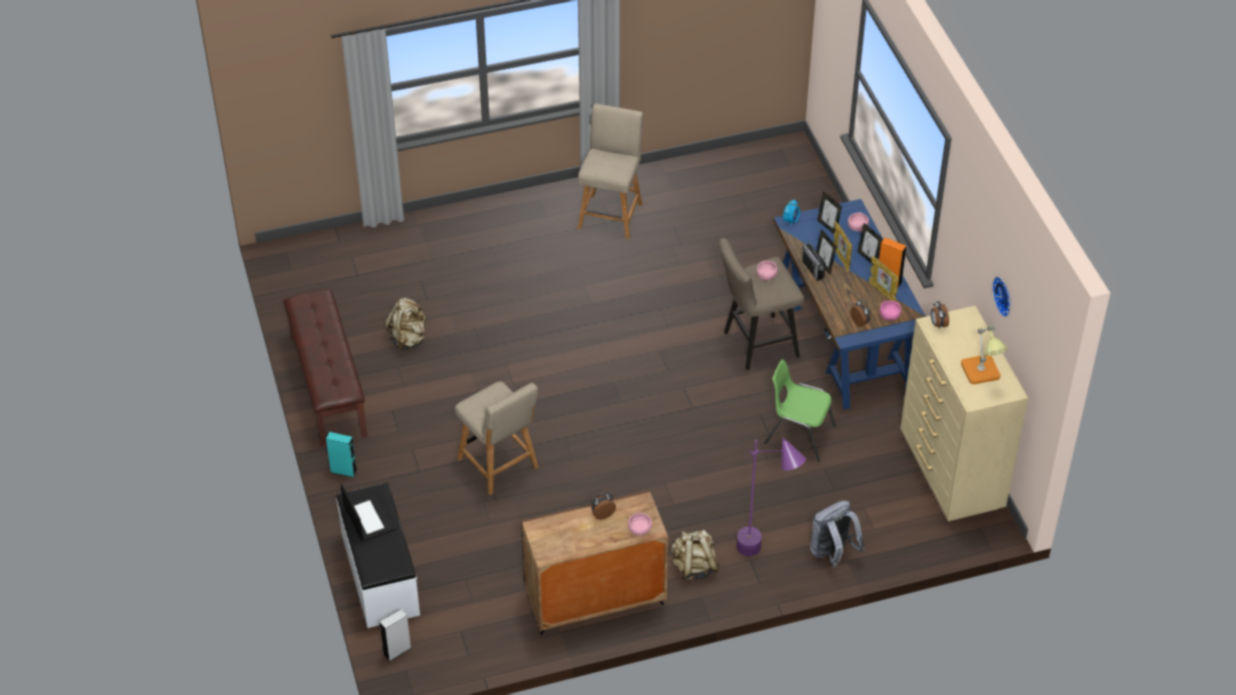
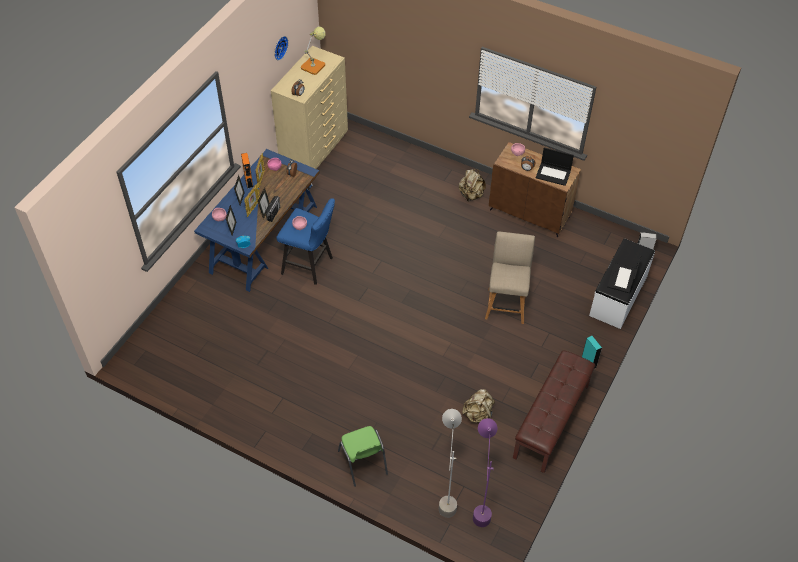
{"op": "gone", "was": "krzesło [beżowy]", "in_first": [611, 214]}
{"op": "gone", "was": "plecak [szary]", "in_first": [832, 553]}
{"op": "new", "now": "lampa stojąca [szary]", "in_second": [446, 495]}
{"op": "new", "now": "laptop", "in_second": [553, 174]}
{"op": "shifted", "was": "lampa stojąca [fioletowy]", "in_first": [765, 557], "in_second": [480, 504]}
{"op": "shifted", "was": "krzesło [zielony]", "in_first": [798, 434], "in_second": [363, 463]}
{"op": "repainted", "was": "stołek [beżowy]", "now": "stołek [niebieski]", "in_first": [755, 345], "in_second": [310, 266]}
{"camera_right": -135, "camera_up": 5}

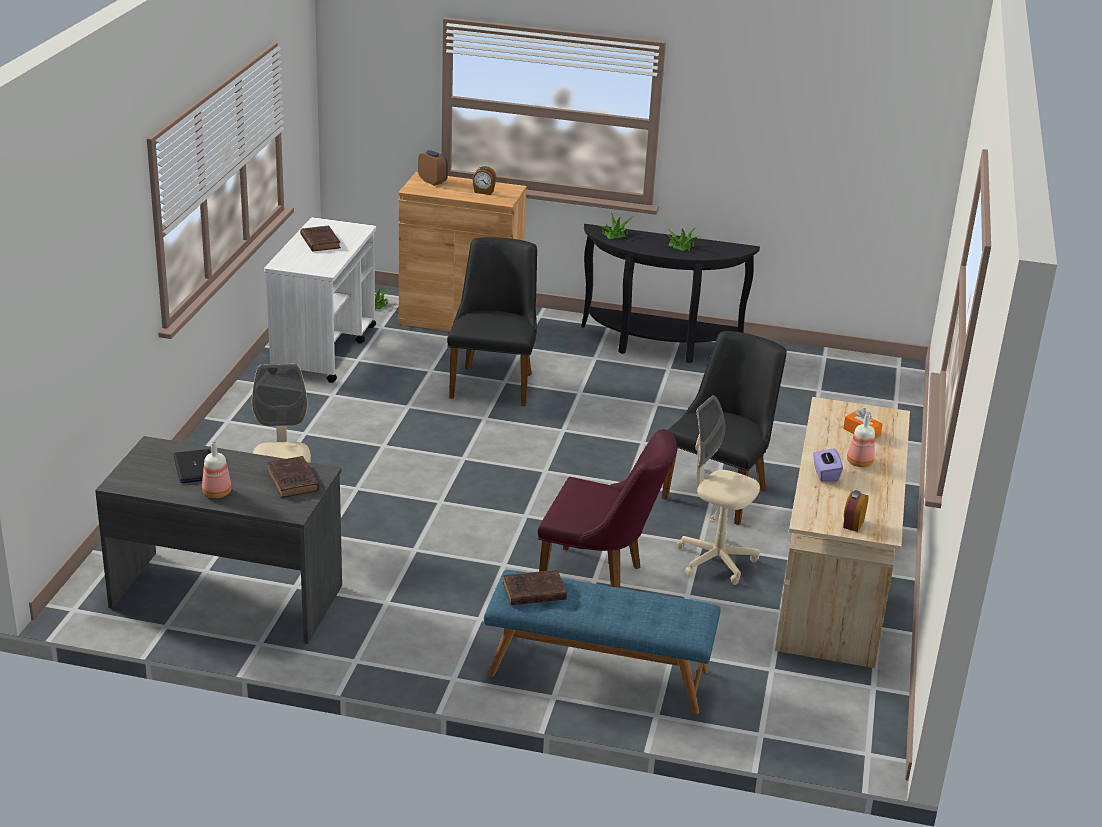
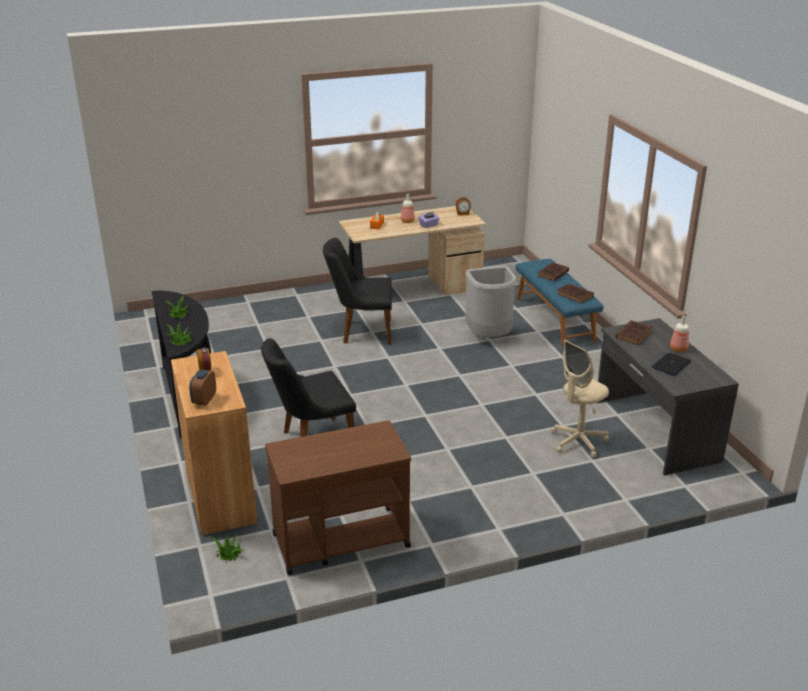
{"op": "gone", "was": "krzesło biurowe [beżowy]", "in_first": [715, 561]}
{"op": "shifted", "was": "książka [brązowy]", "in_first": [320, 241], "in_second": [552, 274]}
{"op": "swapped", "was": "krzesło [fioletowy]", "now": "kosz na śmieci [szary]", "in_first": [600, 582], "in_second": [489, 338]}
{"op": "repainted", "was": "wózek [biały]", "now": "wózek [brązowy]", "in_first": [324, 349], "in_second": [340, 540]}
{"camera_right": -120, "camera_up": 0}

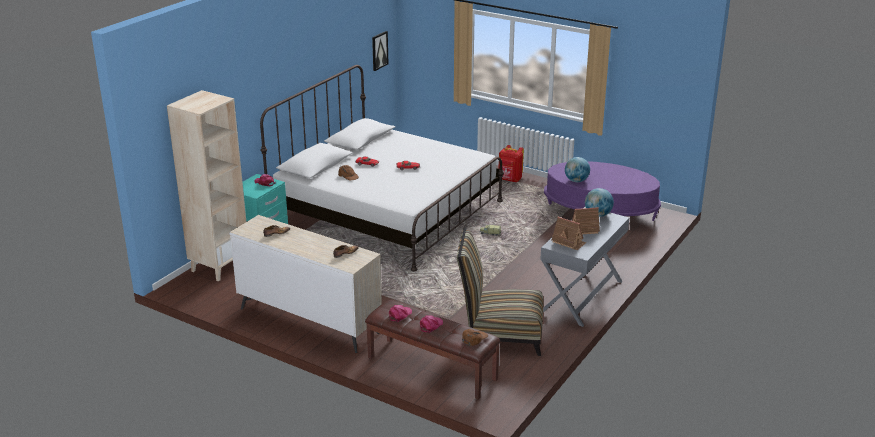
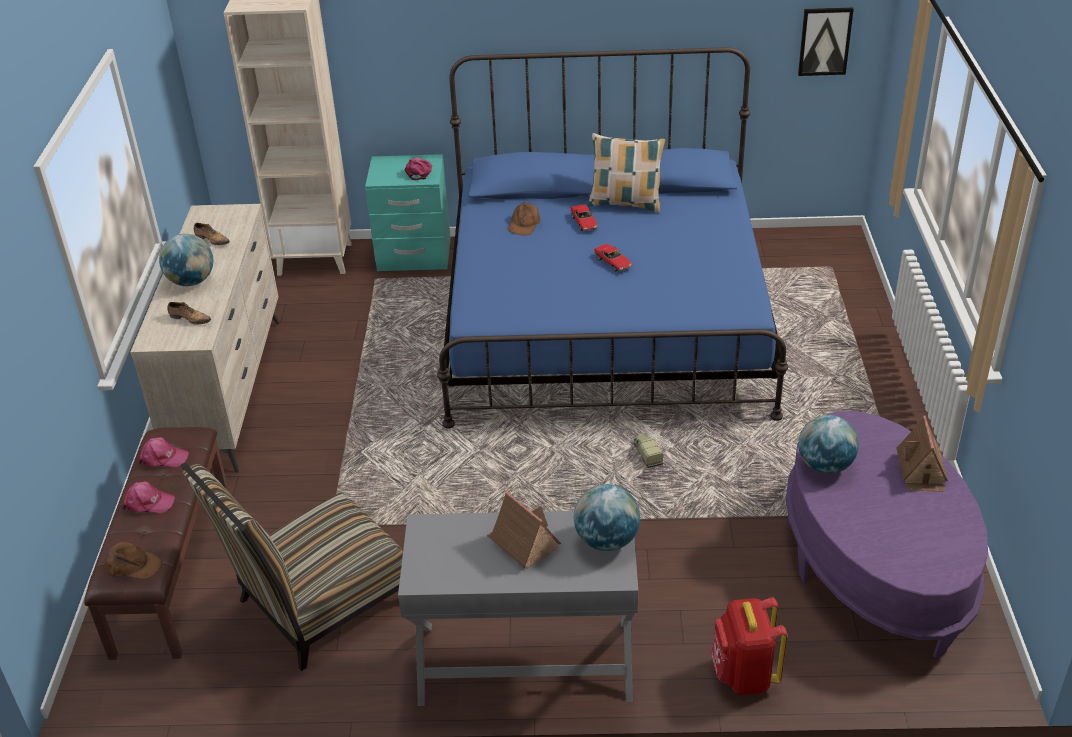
{"op": "new", "now": "globus", "in_second": [191, 281]}
{"op": "new", "now": "poduszka", "in_second": [625, 203]}
{"op": "shifted", "was": "plecak [czerwony]", "in_first": [509, 180], "in_second": [744, 675]}
{"op": "shifted", "was": "domek", "in_first": [568, 242], "in_second": [921, 471]}
{"op": "repainted", "was": "łóżko [biały]", "now": "łóżko [niebieski]", "in_first": [387, 212], "in_second": [605, 321]}
{"op": "rotated", "was": "krzesło", "in_first": [499, 335], "in_second": [317, 605], "clockwise": -105}
{"camera_right": 60, "camera_up": 10}

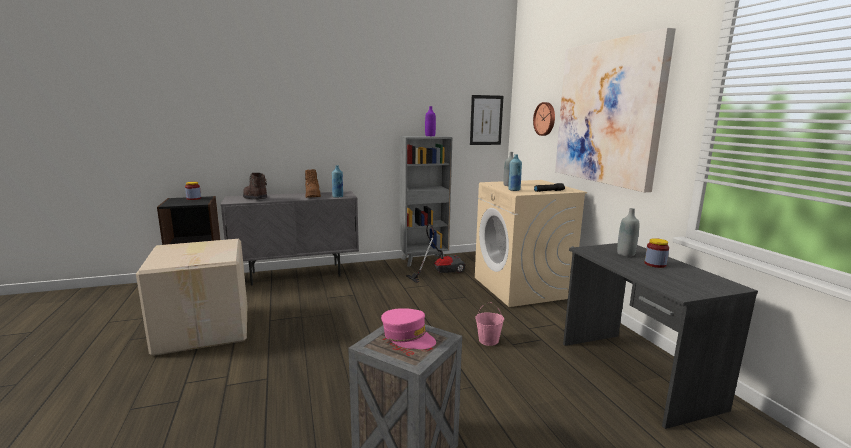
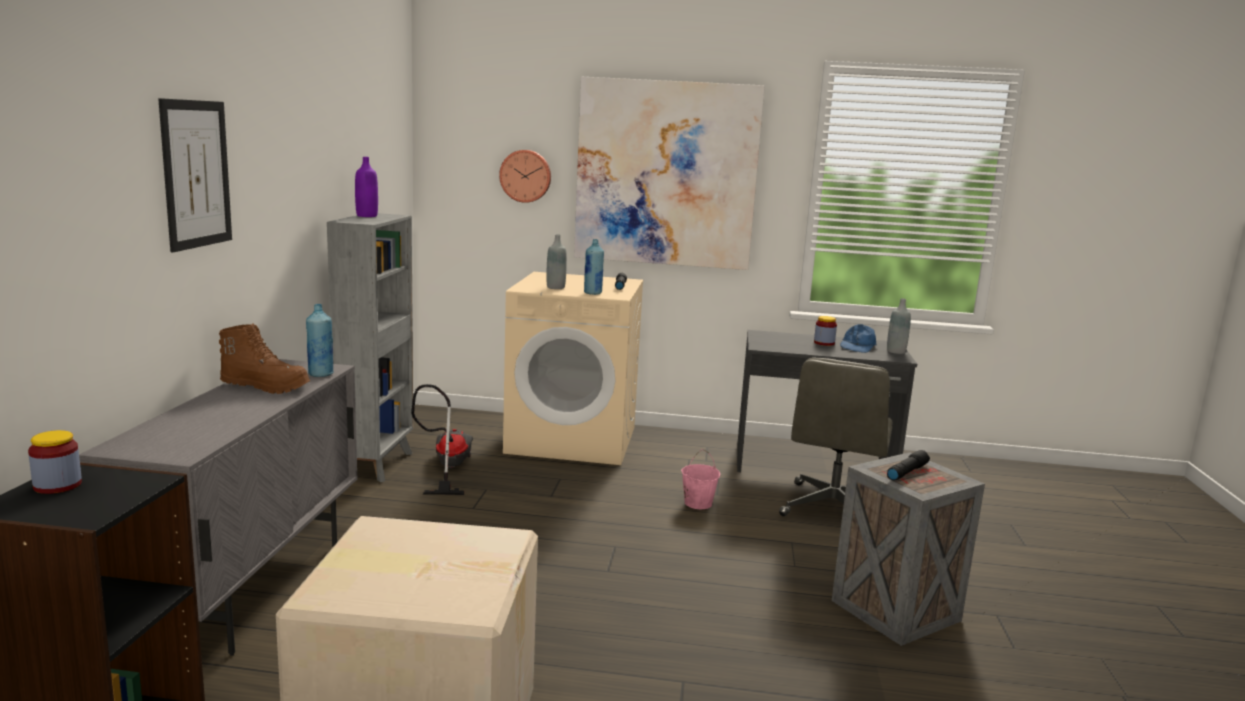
{"op": "gone", "was": "but z cholewką [brązowy]", "in_first": [255, 198]}
{"op": "new", "now": "krzesło biurowe [szary]", "in_second": [832, 508]}
{"op": "new", "now": "czapka z daszkiem [niebieski]", "in_second": [857, 346]}
{"op": "shifted", "was": "obraz", "in_first": [486, 120], "in_second": [196, 174]}
{"op": "shifted", "was": "butelka [szary]", "in_first": [625, 254], "in_second": [896, 351]}
{"op": "swapped", "was": "czapka z daszkiem [różowy]", "now": "latarka [czarny]", "in_first": [408, 337], "in_second": [906, 472]}
{"camera_right": -65, "camera_up": 0}

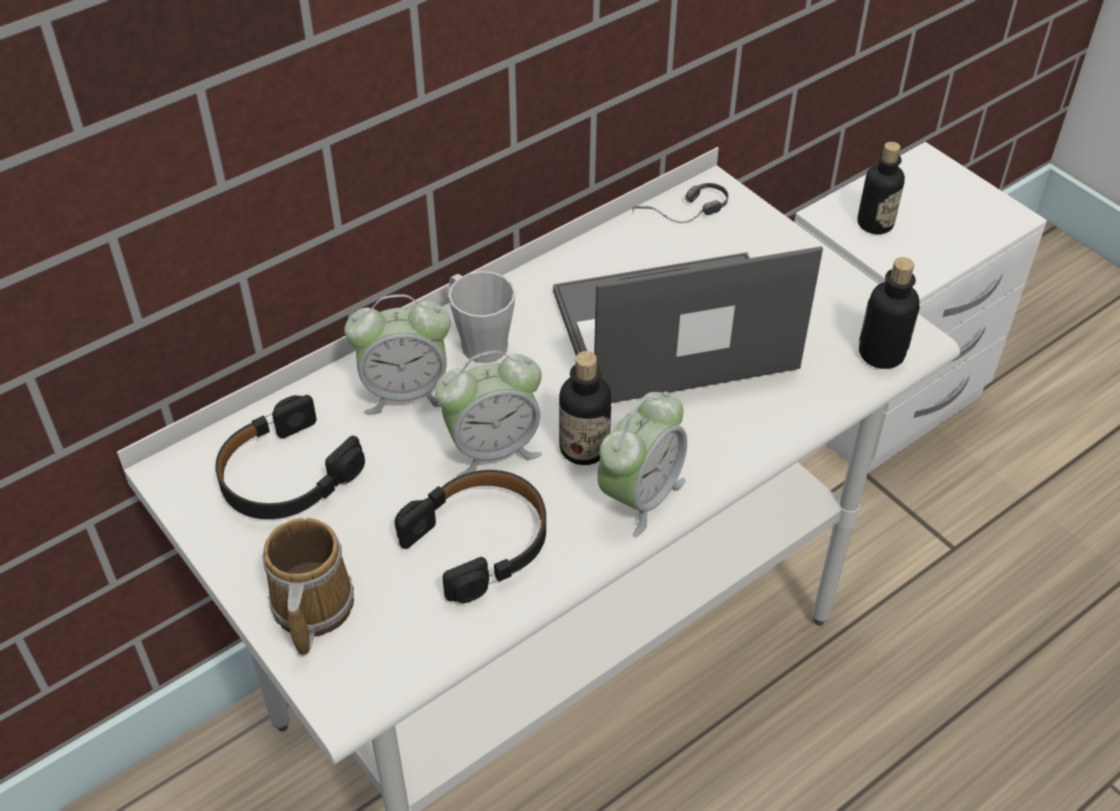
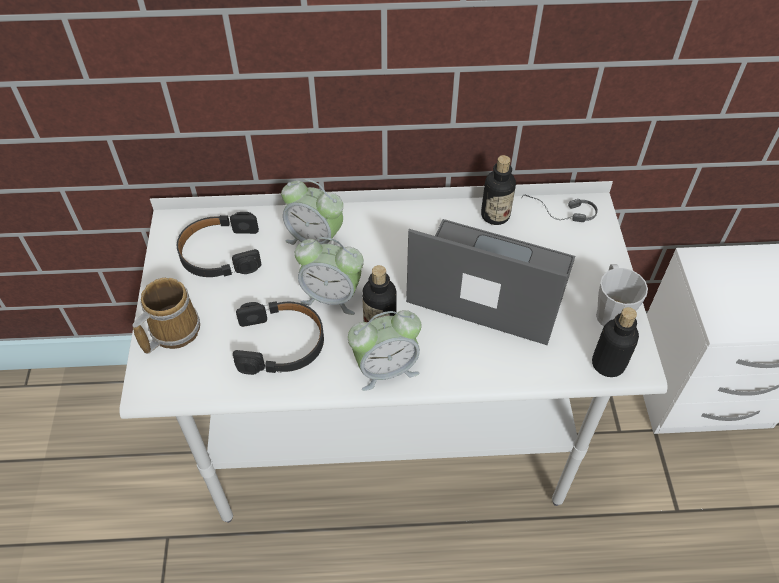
{"op": "shifted", "was": "kubek [szary]", "in_first": [478, 340], "in_second": [610, 311]}
{"op": "shifted", "was": "butelka", "in_first": [875, 223], "in_second": [495, 215]}
{"camera_right": 35, "camera_up": 5}

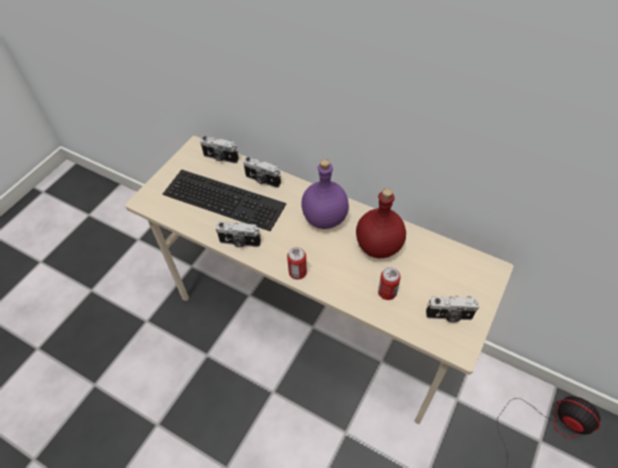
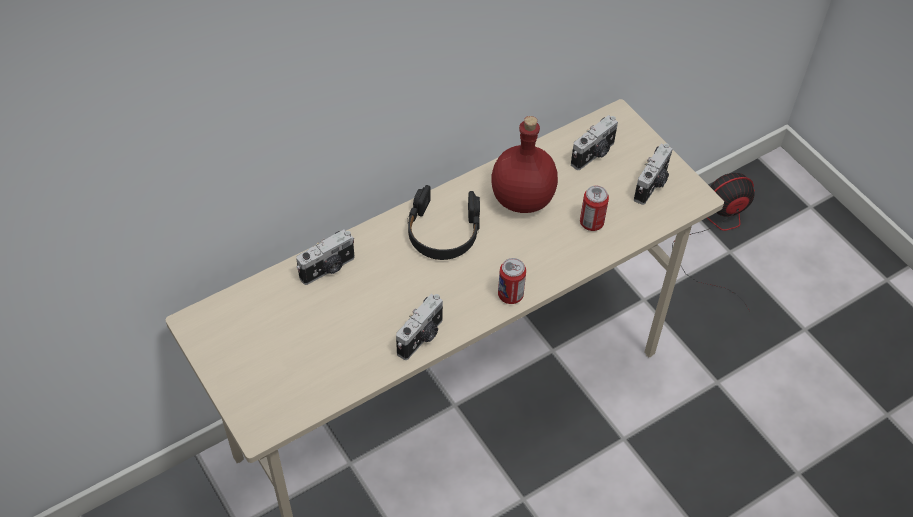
{"op": "gone", "was": "klawiatura", "in_first": [226, 198]}
{"op": "shifted", "was": "aparat fotograficzny", "in_first": [220, 158], "in_second": [594, 154]}
{"op": "swapped", "was": "butelka [fioletowy]", "now": "słuchawki [czarny]", "in_first": [324, 218], "in_second": [443, 231]}
{"camera_right": -65, "camera_up": 0}

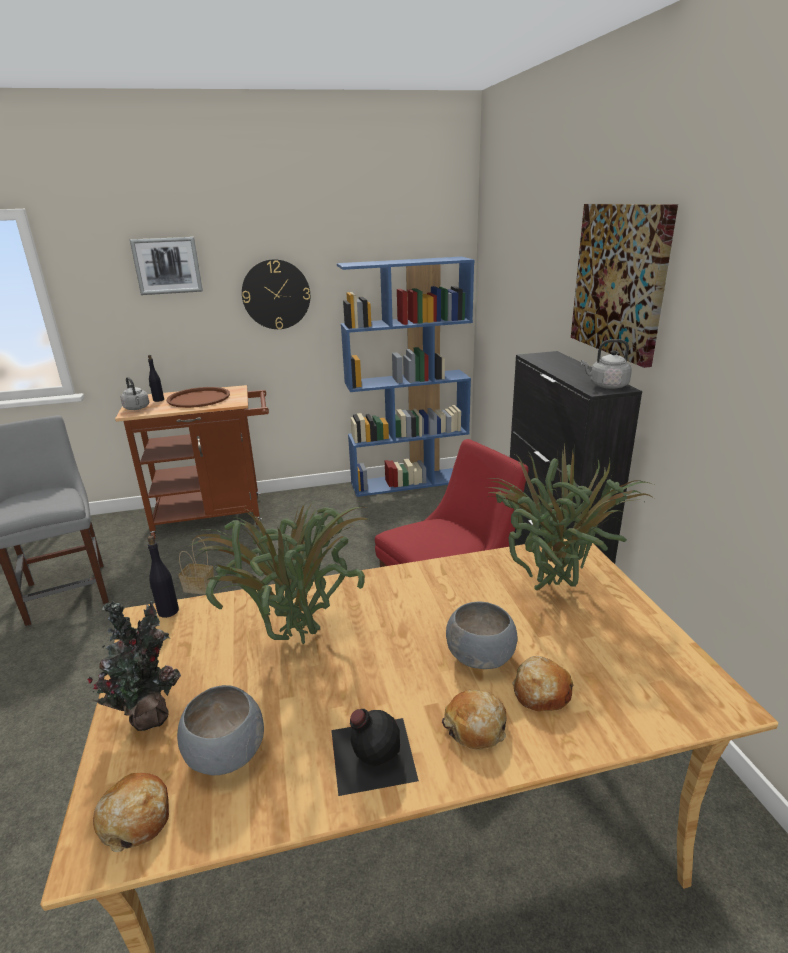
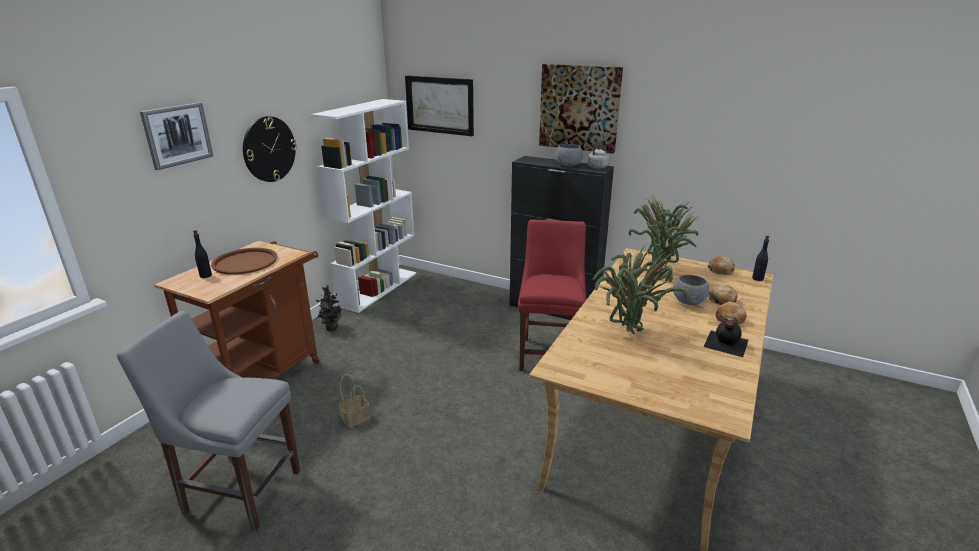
{"op": "gone", "was": "czajnik [szary]", "in_first": [137, 408]}
{"op": "new", "now": "obraz", "in_second": [439, 105]}
{"op": "shifted", "was": "roślina doniczkowa", "in_first": [149, 715], "in_second": [331, 328]}
{"op": "shifted", "was": "chleb", "in_first": [136, 818], "in_second": [721, 270]}
{"op": "shifted", "was": "butelka [czarny]", "in_first": [168, 611], "in_second": [757, 278]}
{"op": "shifted", "was": "miska [szary]", "in_first": [225, 754], "in_second": [568, 165]}
{"op": "repainted", "was": "regał [niebieski]", "now": "regał [biały]", "in_first": [409, 482], "in_second": [378, 289]}
{"camera_right": -50, "camera_up": 0}

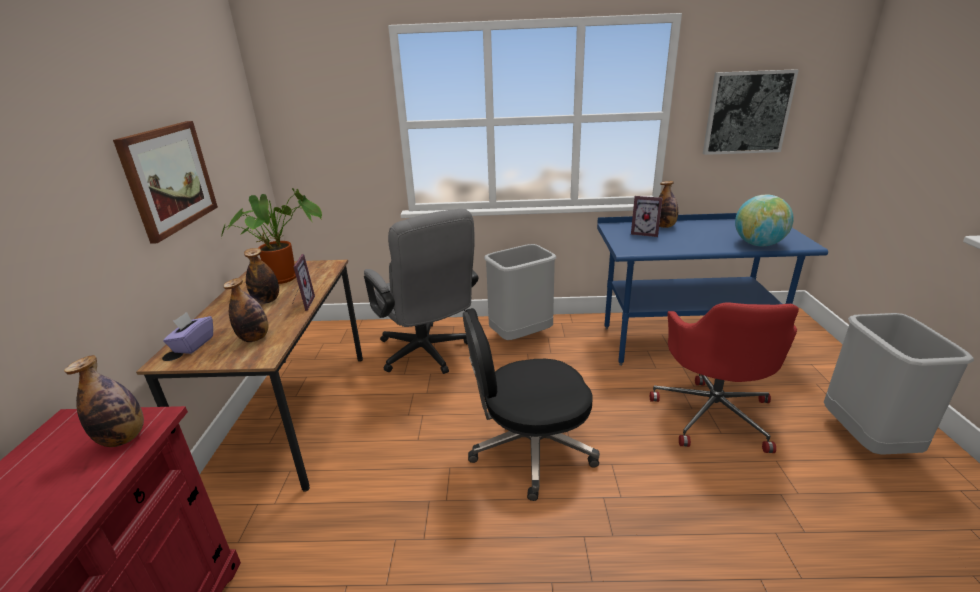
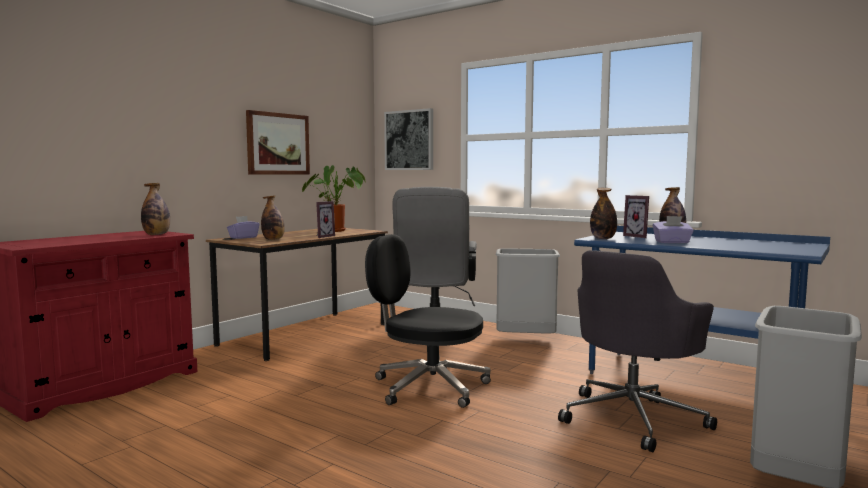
{"op": "gone", "was": "globus", "in_first": [758, 244]}
{"op": "new", "now": "pudełko chusteczek [fioletowy]", "in_second": [672, 242]}
{"op": "shifted", "was": "butelka", "in_first": [267, 300], "in_second": [603, 238]}
{"op": "shifted", "was": "obraz", "in_first": [747, 113], "in_second": [409, 140]}
{"op": "repainted", "was": "krzesło biurowe [czerwony]", "now": "krzesło biurowe [szary]", "in_first": [713, 413], "in_second": [633, 418]}
{"camera_right": 35, "camera_up": -20}

